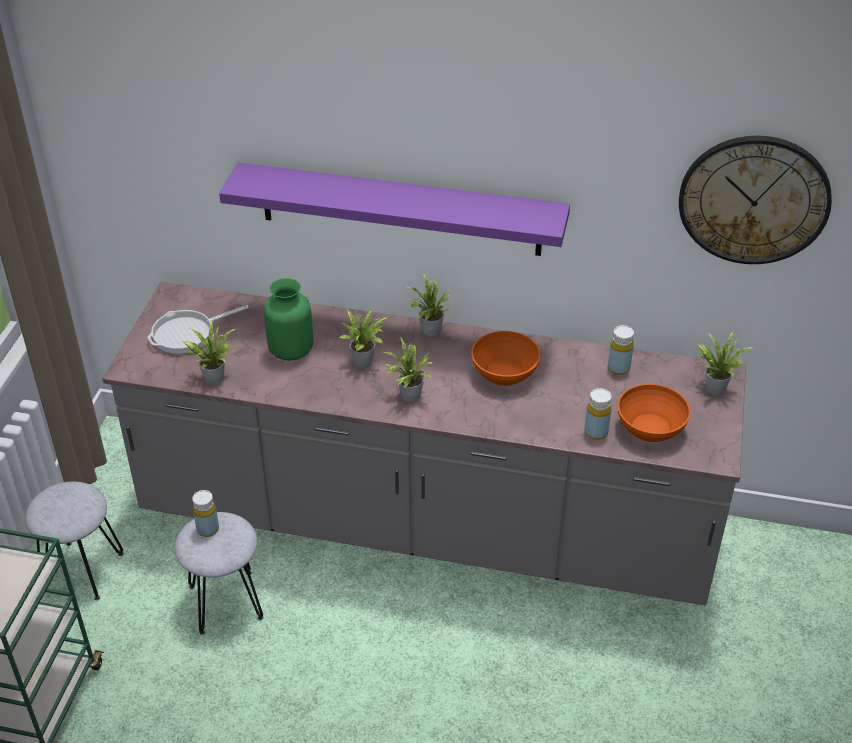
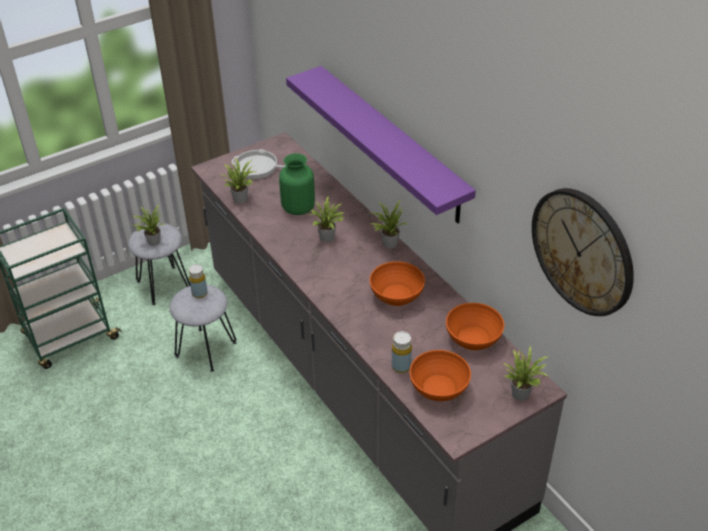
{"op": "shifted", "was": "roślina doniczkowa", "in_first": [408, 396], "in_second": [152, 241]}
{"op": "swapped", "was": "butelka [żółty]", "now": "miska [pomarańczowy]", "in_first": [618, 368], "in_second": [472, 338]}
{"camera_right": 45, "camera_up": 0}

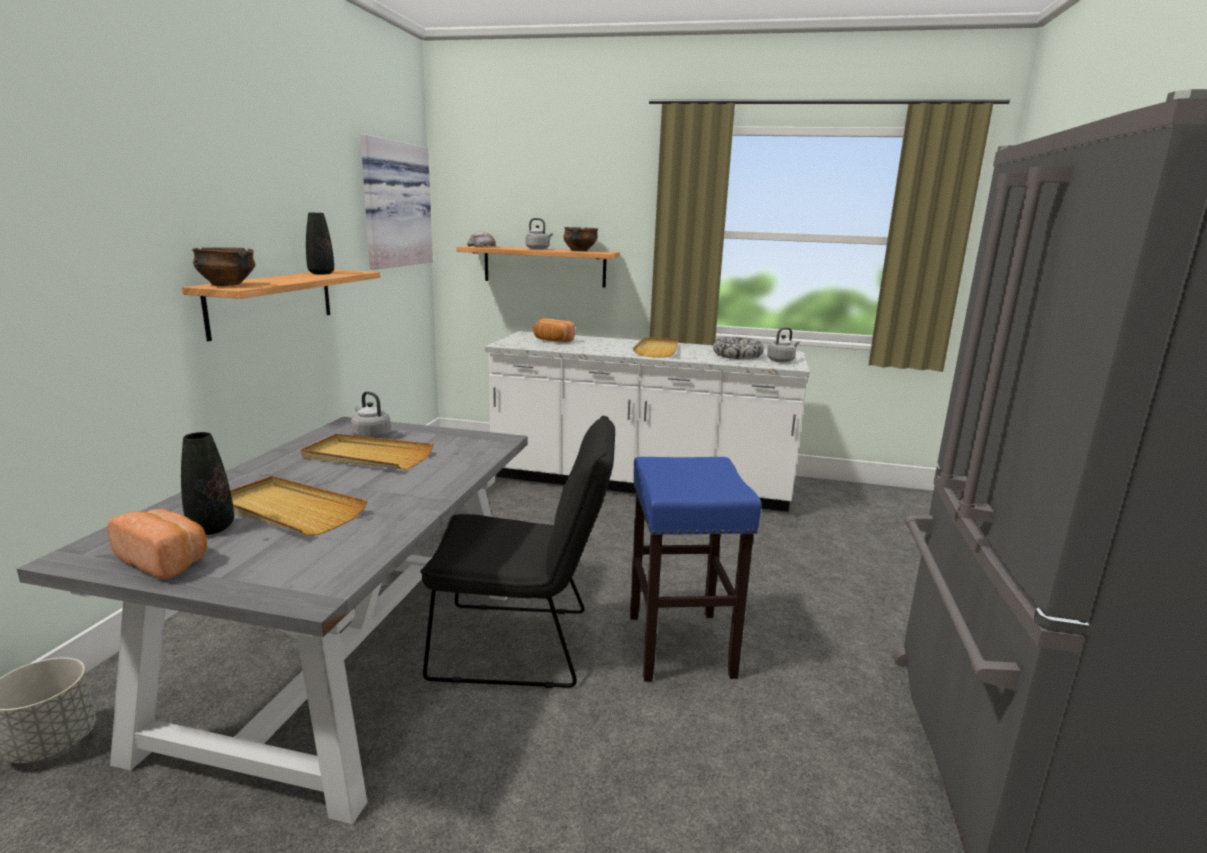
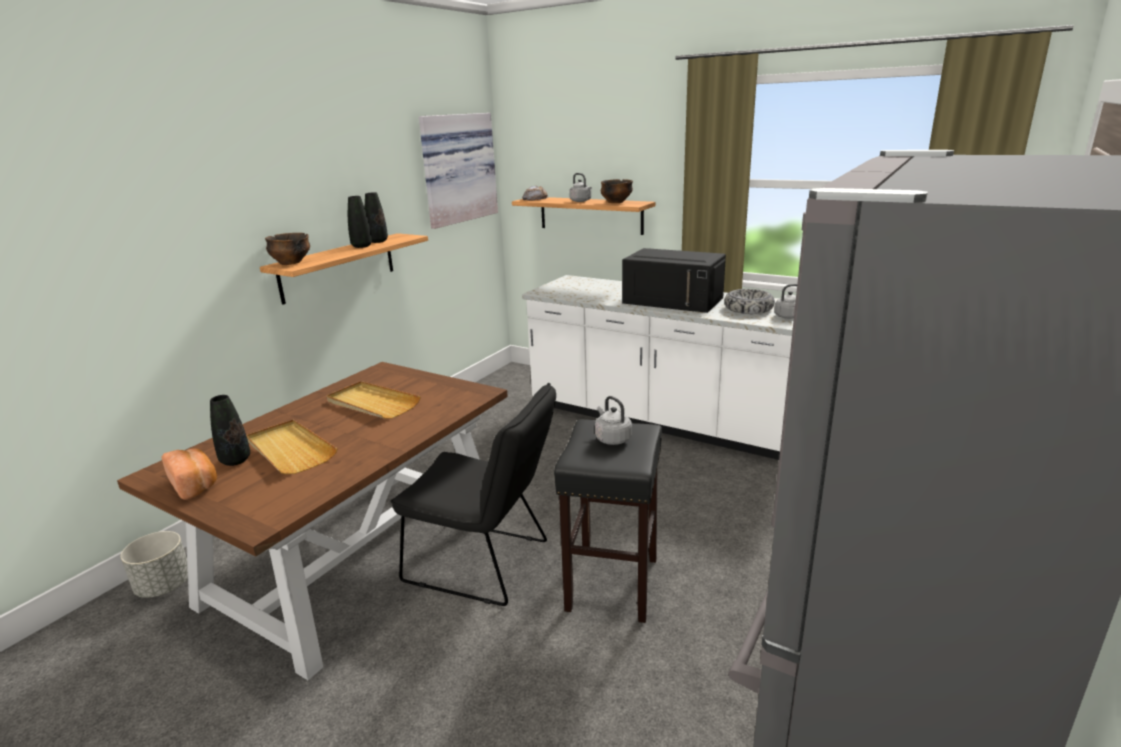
{"op": "gone", "was": "chleb", "in_first": [552, 341]}
{"op": "new", "now": "wazon [czarny]", "in_second": [362, 246]}
{"op": "shifted", "was": "czajnik [szary]", "in_first": [370, 436], "in_second": [612, 438]}
{"op": "swapped", "was": "taca [beżowy]", "now": "mikrofalówka [czarny]", "in_first": [657, 350], "in_second": [673, 300]}
{"op": "repainted", "was": "stół jadalny [szary]", "now": "stół jadalny [brązowy]", "in_first": [351, 660], "in_second": [359, 556]}
{"op": "repainted", "was": "stołek [niebieski]", "now": "stołek [czarny]", "in_first": [681, 646], "in_second": [612, 585]}
{"camera_right": 20, "camera_up": 5}

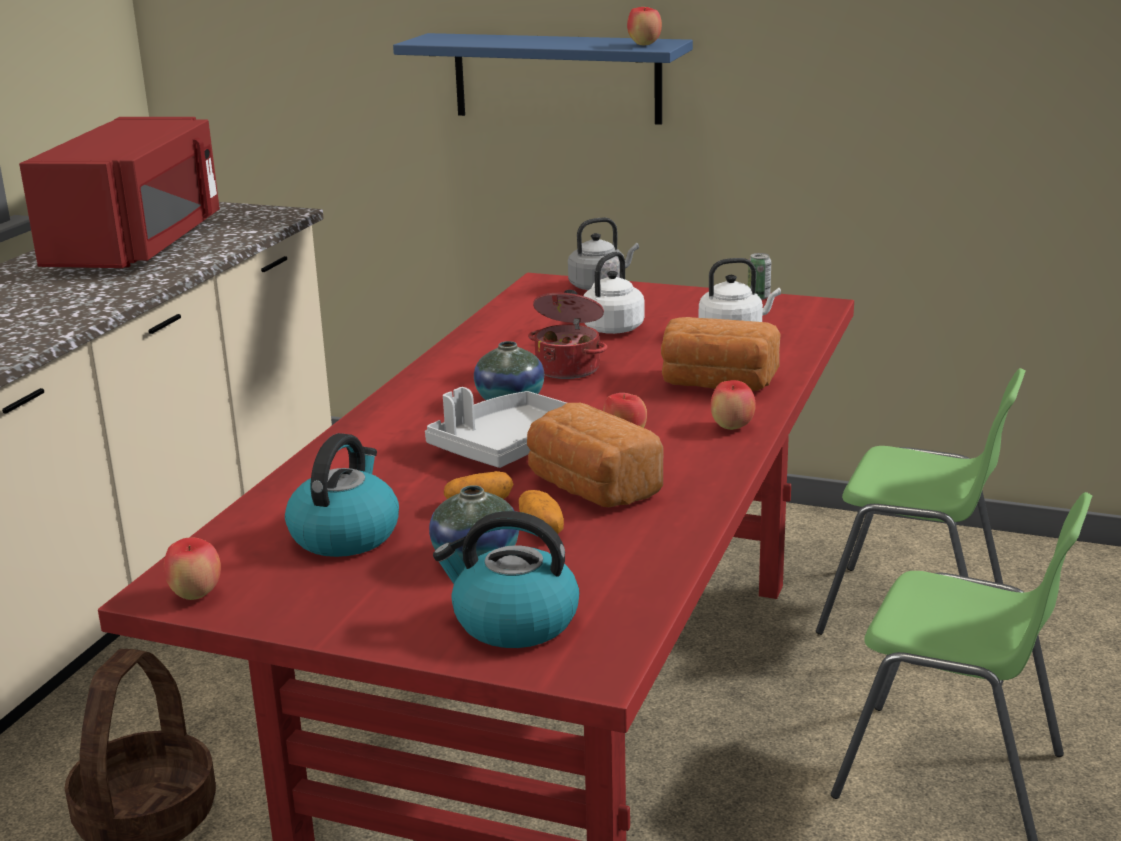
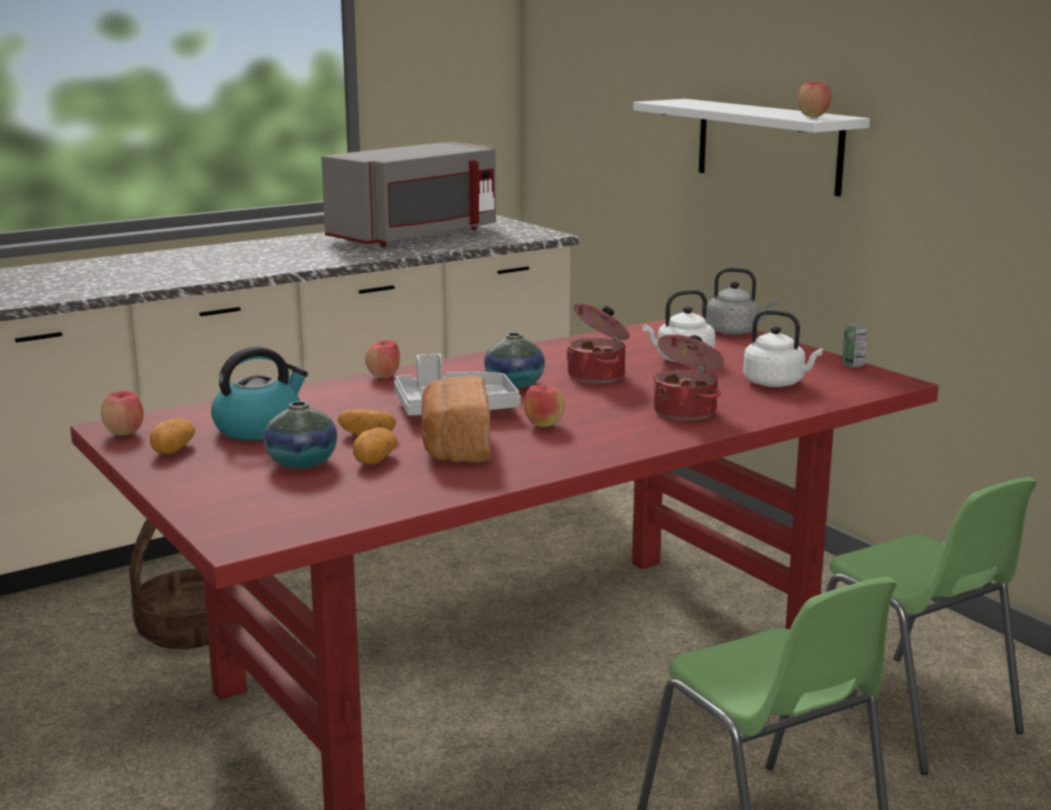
{"op": "gone", "was": "czajnik", "in_first": [513, 622]}
{"op": "new", "now": "ziemniak", "in_second": [172, 449]}
{"op": "shifted", "was": "jabłko", "in_first": [732, 427], "in_second": [384, 377]}
{"op": "swapped", "was": "chleb", "now": "garnek", "in_first": [716, 384], "in_second": [686, 411]}
{"op": "repainted", "was": "mikrofalówka [czerwony]", "now": "mikrofalówka [szary]", "in_first": [139, 244], "in_second": [417, 236]}
{"op": "repainted", "was": "półka [niebieski]", "now": "półka [biały]", "in_first": [556, 78], "in_second": [768, 145]}
{"camera_right": 35, "camera_up": -5}

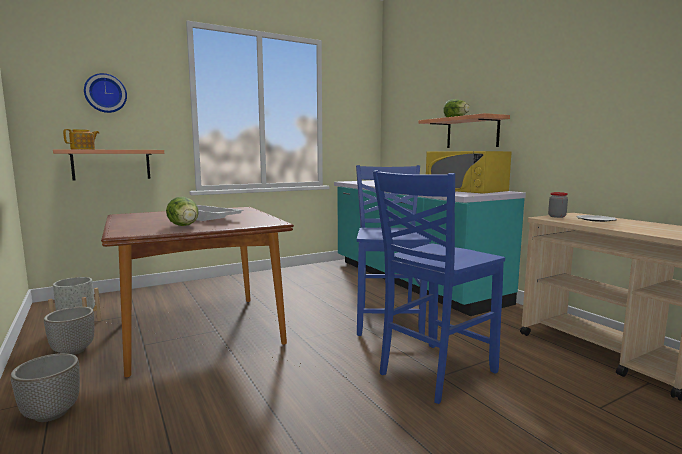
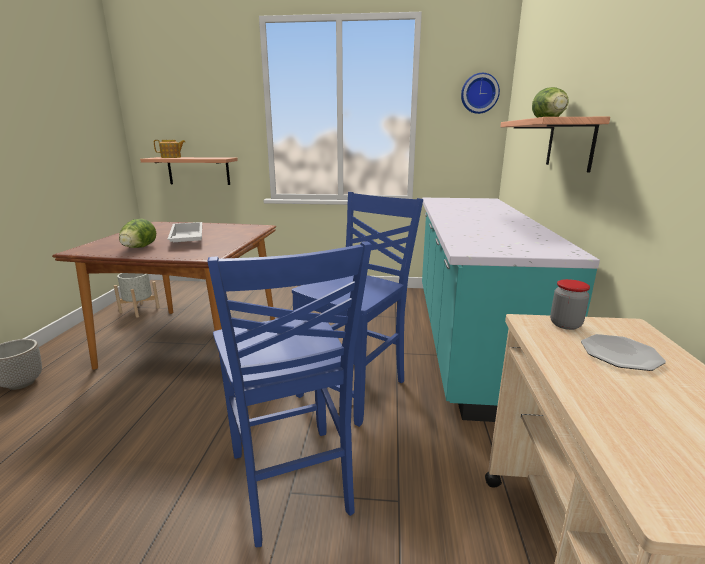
{"op": "gone", "was": "donica", "in_first": [73, 350]}
{"op": "gone", "was": "mikrofalówka [żółty]", "in_first": [466, 190]}
{"op": "shifted", "was": "zegar ścienny", "in_first": [105, 93], "in_second": [479, 93]}
{"op": "rotated", "was": "krzesło [niebieski]", "in_first": [434, 372], "in_second": [291, 484], "clockwise": -105}
{"camera_right": 35, "camera_up": 10}

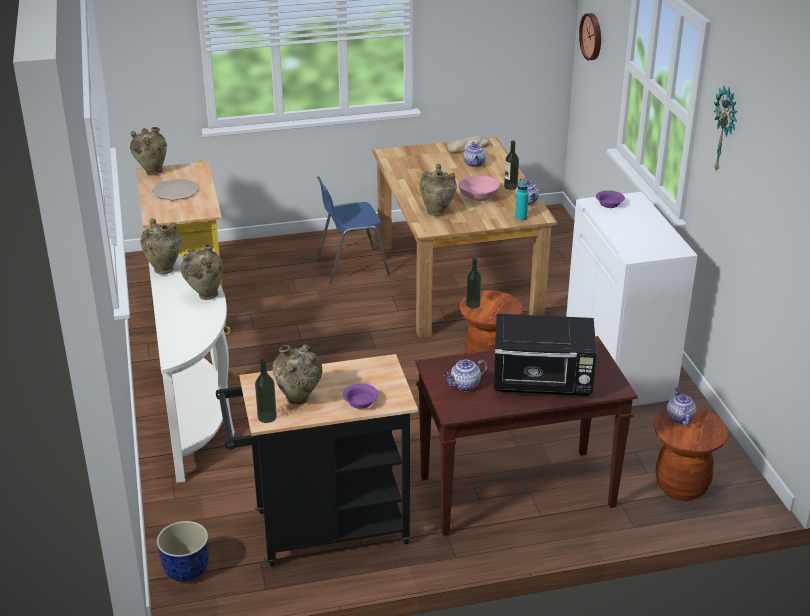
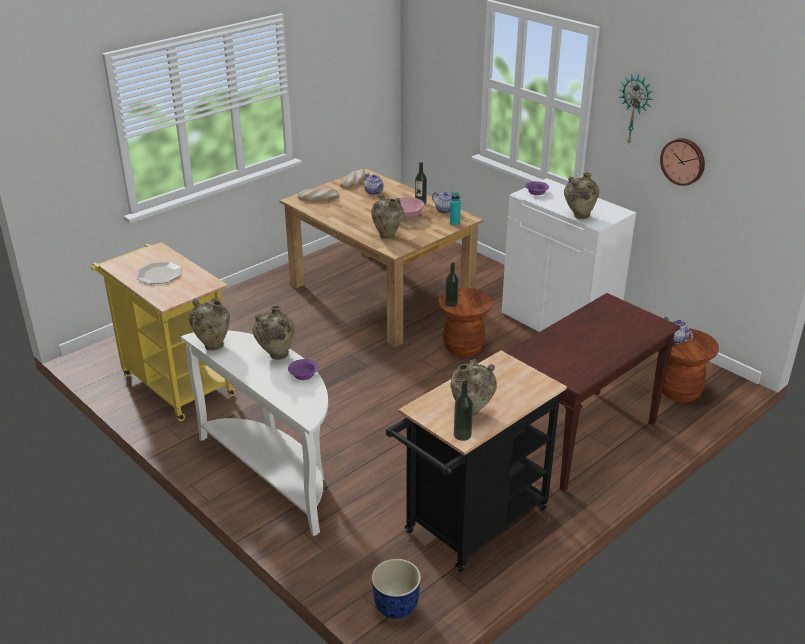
{"op": "gone", "was": "krzesło [niebieski]", "in_first": [351, 266]}
{"op": "gone", "was": "imbryk", "in_first": [464, 385]}
{"op": "gone", "was": "mikrofalówka [czarny]", "in_first": [543, 382]}
{"op": "new", "now": "chleb", "in_second": [318, 197]}
{"op": "shifted", "was": "wazon [beżowy]", "in_first": [151, 172], "in_second": [579, 216]}
{"op": "shifted", "was": "miska [fioletowy]", "in_first": [361, 402], "in_second": [303, 374]}
{"op": "shifted", "was": "zegar ścienny", "in_first": [592, 36], "in_second": [683, 161]}
{"camera_right": -30, "camera_up": 0}

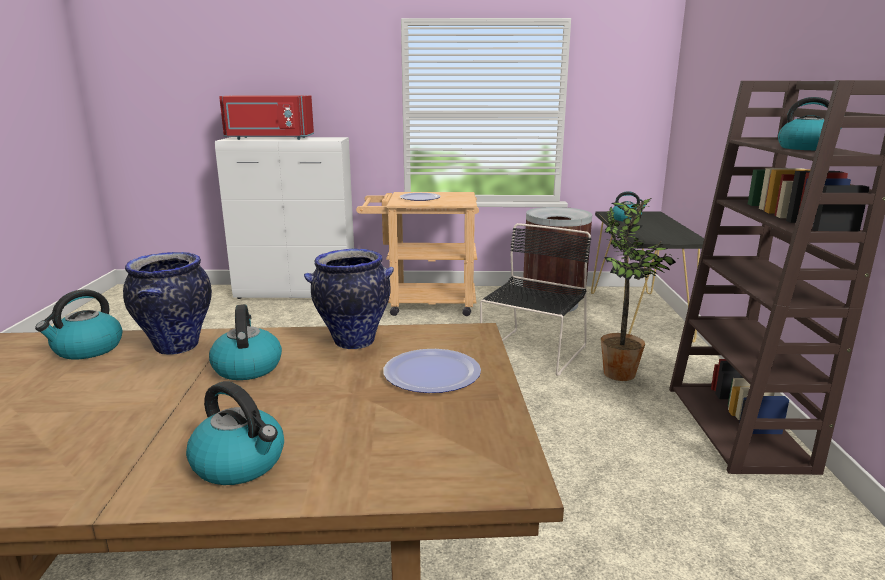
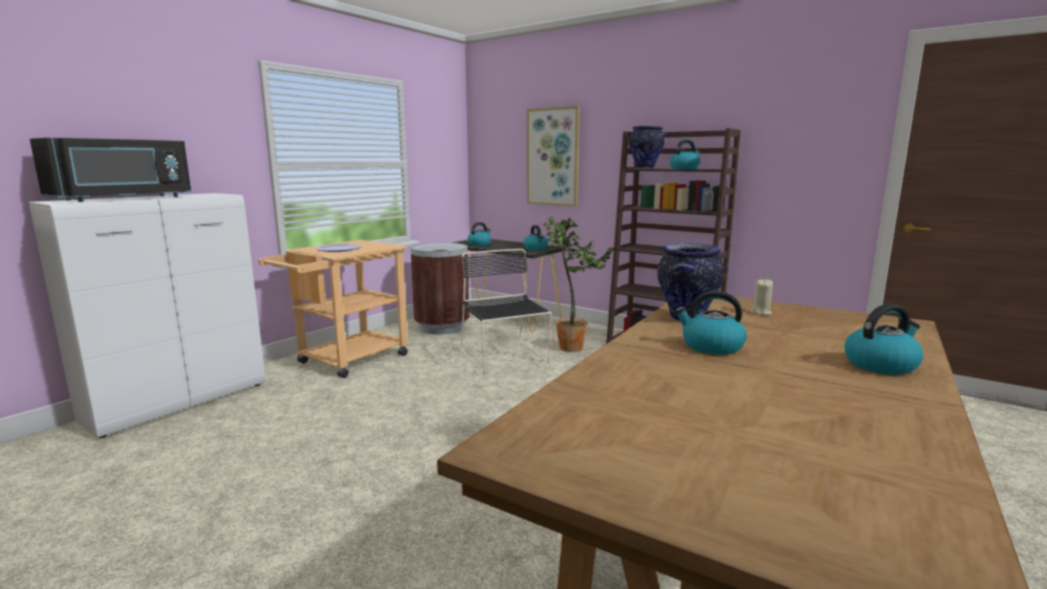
{"op": "new", "now": "obraz", "in_second": [553, 157]}
{"op": "shifted", "was": "czajnik", "in_first": [87, 349], "in_second": [536, 248]}
{"op": "shifted", "was": "wazon", "in_first": [177, 347], "in_second": [645, 168]}
{"op": "swapped", "was": "talerz", "now": "świeca [beżowy]", "in_first": [432, 373], "in_second": [760, 312]}
{"op": "repainted", "was": "mikrofalówka [czerwony]", "now": "mikrofalówka [czarny]", "in_first": [269, 138], "in_second": [124, 199]}
{"camera_right": -55, "camera_up": -5}

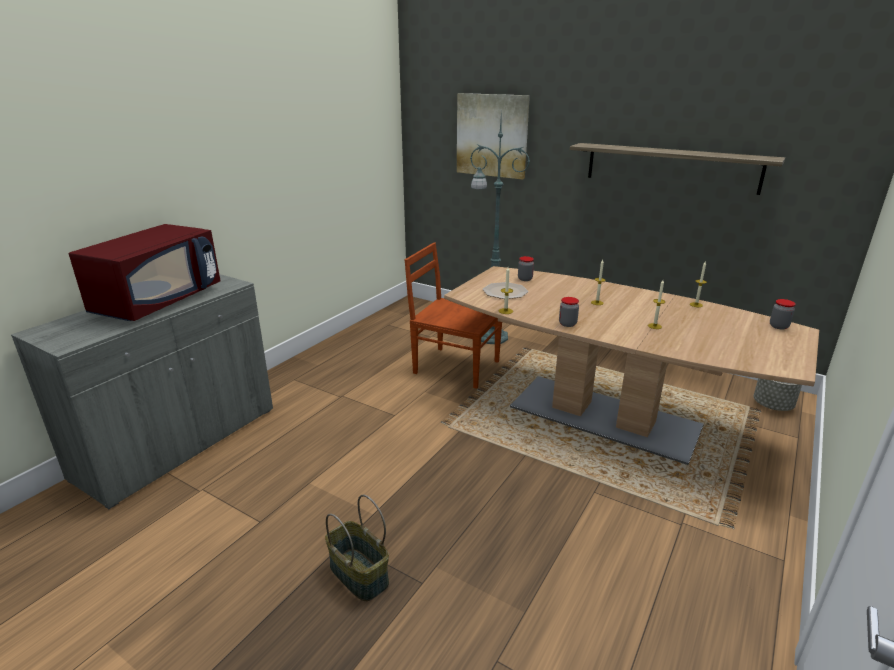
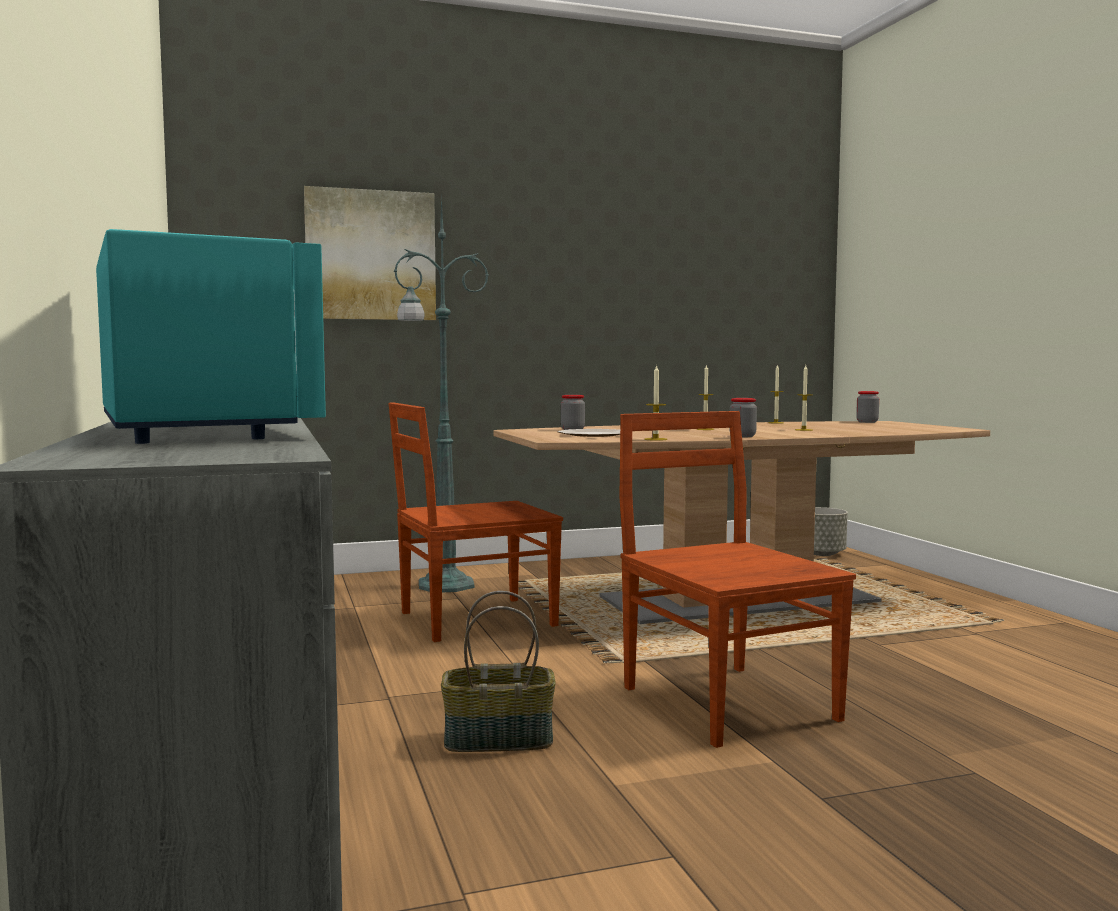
{"op": "gone", "was": "półka", "in_first": [671, 167]}
{"op": "new", "now": "krzesło [brązowy]", "in_second": [726, 701]}
{"op": "shifted", "was": "koszyk", "in_first": [357, 575], "in_second": [497, 740]}
{"op": "repainted", "was": "mikrofalówka [czerwony]", "now": "mikrofalówka [turkusowy]", "in_first": [159, 301], "in_second": [201, 431]}
{"camera_right": -50, "camera_up": -20}

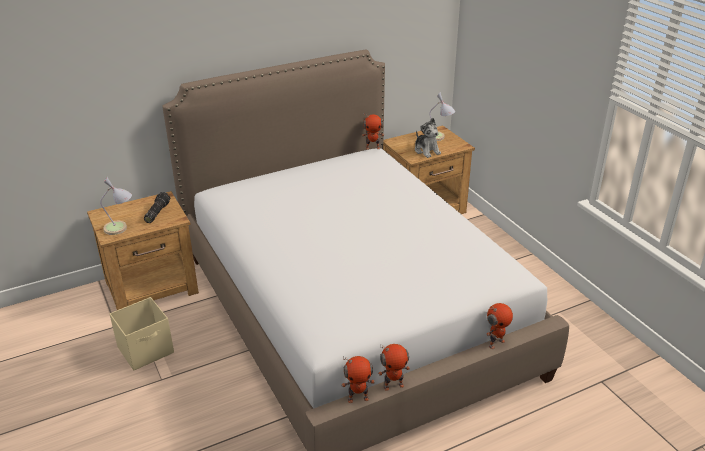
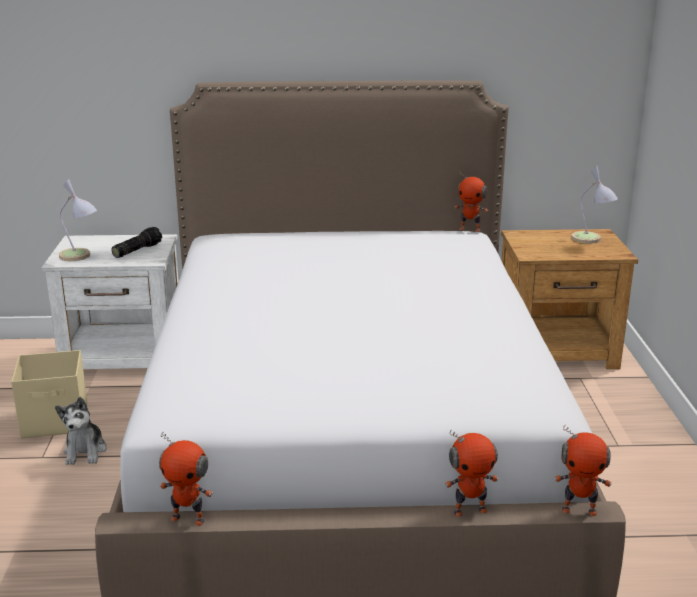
{"op": "shifted", "was": "robot zabawkowy", "in_first": [393, 385], "in_second": [579, 509]}
{"op": "shifted", "was": "pluszak", "in_first": [426, 151], "in_second": [85, 451]}
{"op": "repainted", "was": "szafka nocna [brązowy]", "now": "szafka nocna [biały]", "in_first": [153, 287], "in_second": [125, 358]}
{"camera_right": 25, "camera_up": -10}

